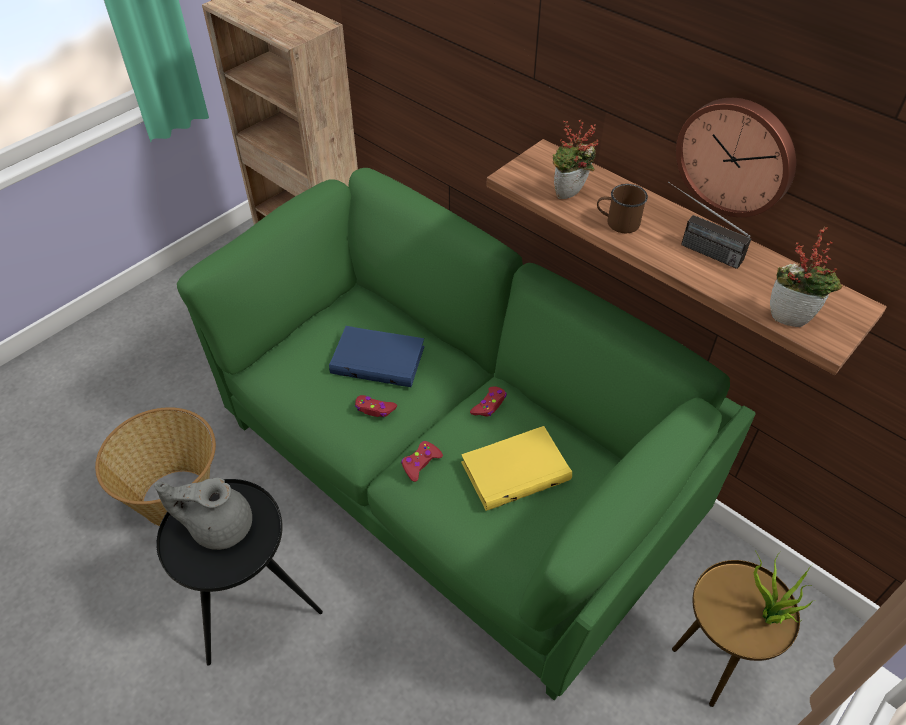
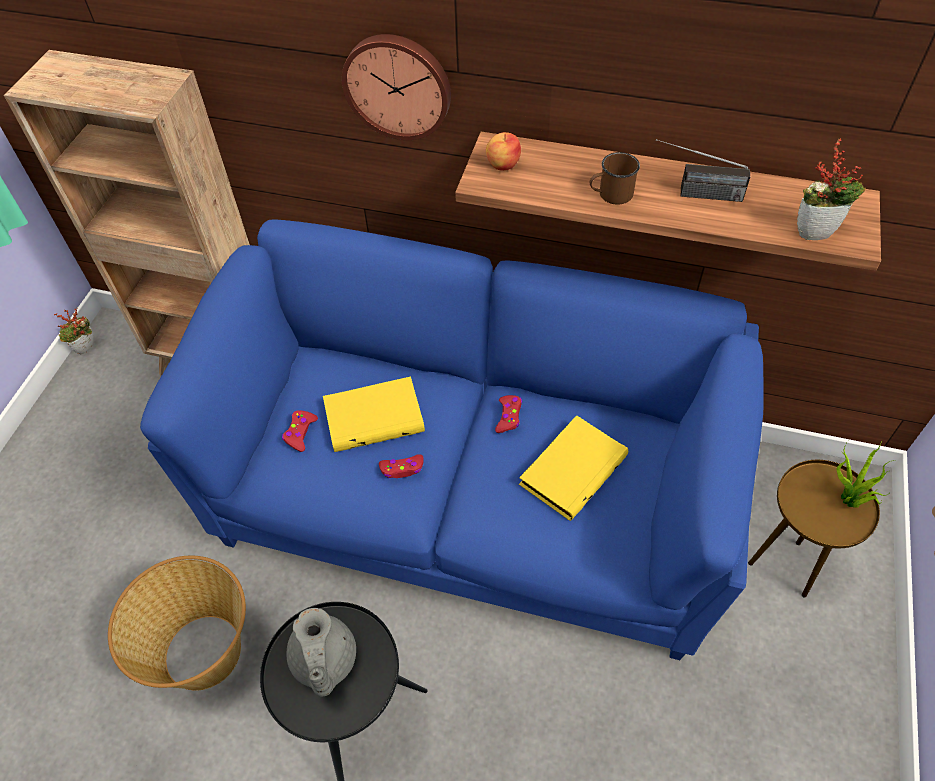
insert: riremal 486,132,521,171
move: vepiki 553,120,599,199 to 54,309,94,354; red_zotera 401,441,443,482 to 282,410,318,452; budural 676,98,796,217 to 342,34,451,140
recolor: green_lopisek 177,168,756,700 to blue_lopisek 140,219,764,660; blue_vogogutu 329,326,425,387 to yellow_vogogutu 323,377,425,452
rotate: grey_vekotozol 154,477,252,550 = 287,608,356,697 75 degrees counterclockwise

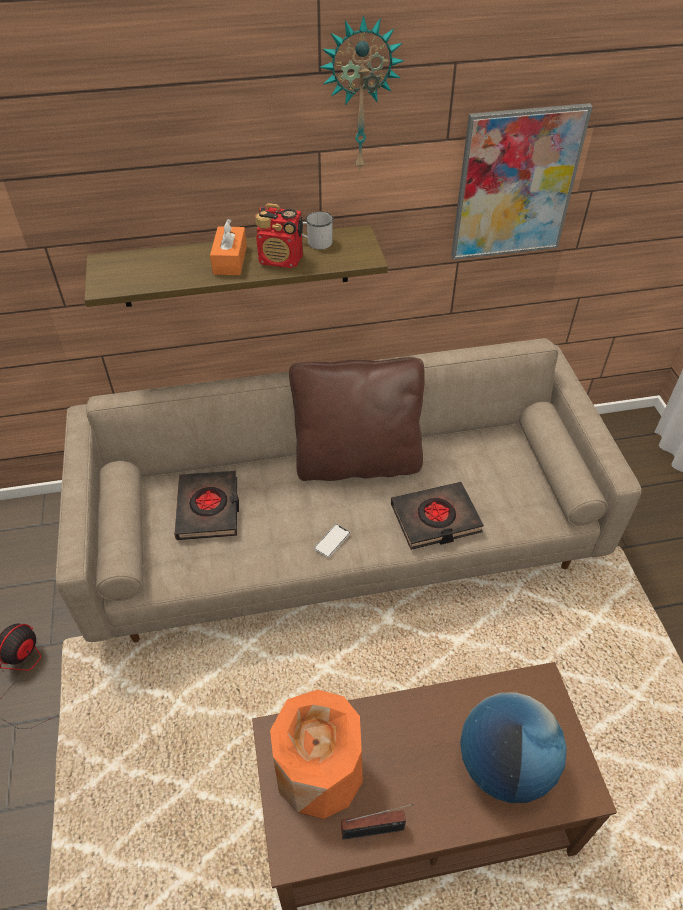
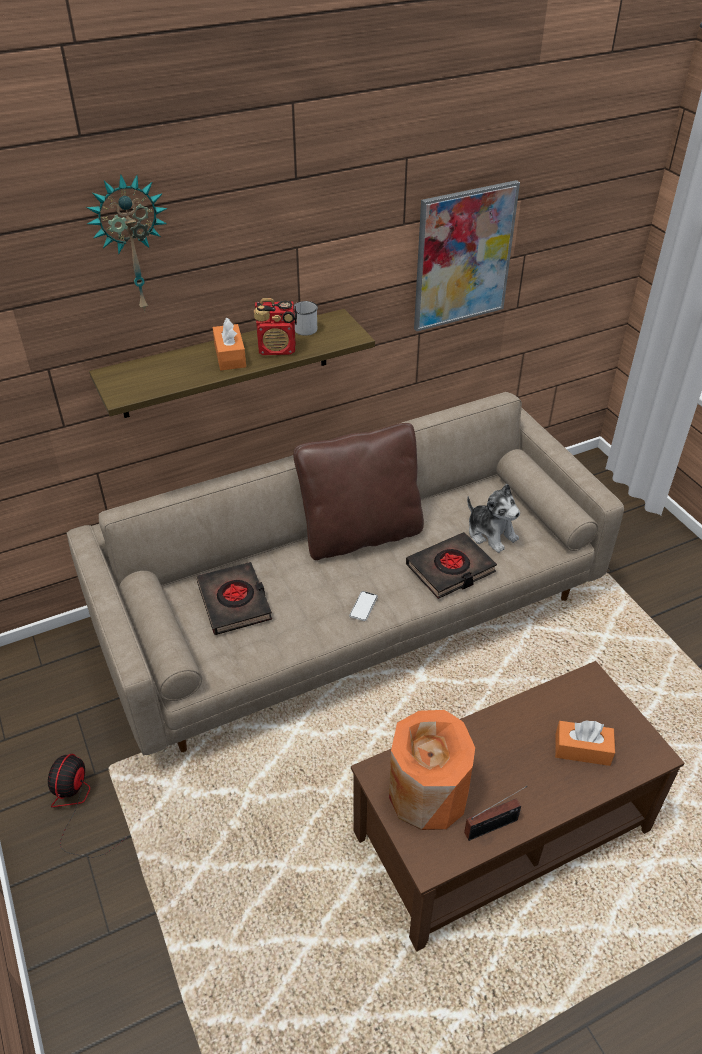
insert: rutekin 467,484,520,553
move: budural 319,15,404,170 to 86,174,168,313
replace: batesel 460,692,567,803 to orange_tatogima 555,720,615,766

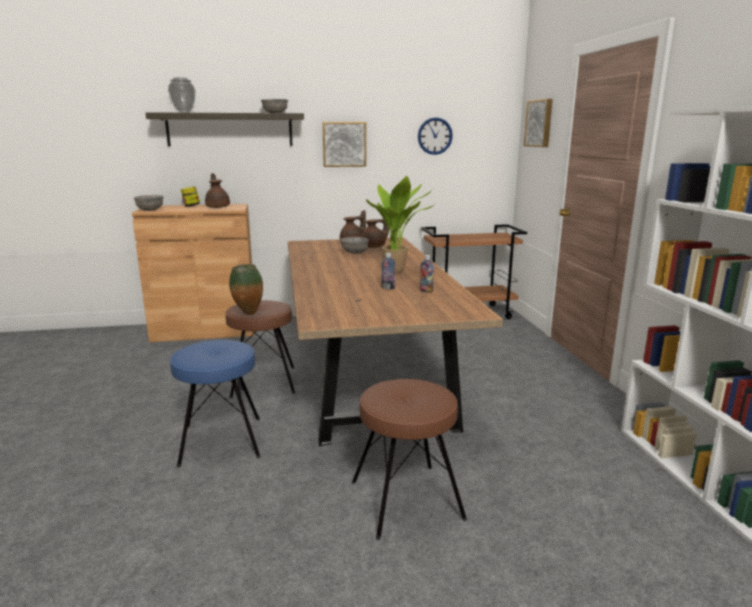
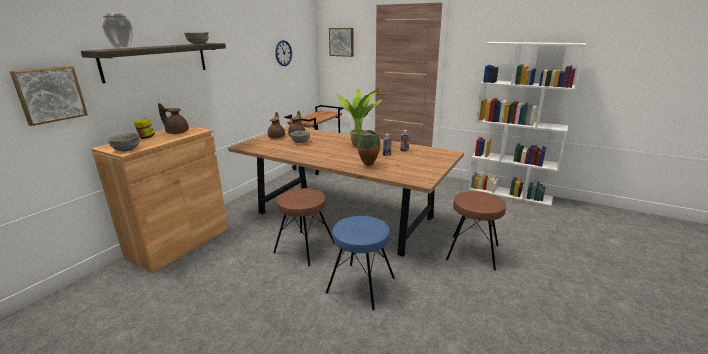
move: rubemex 322,122,366,167 to 10,66,88,126; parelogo 229,264,263,315 to 358,130,380,166

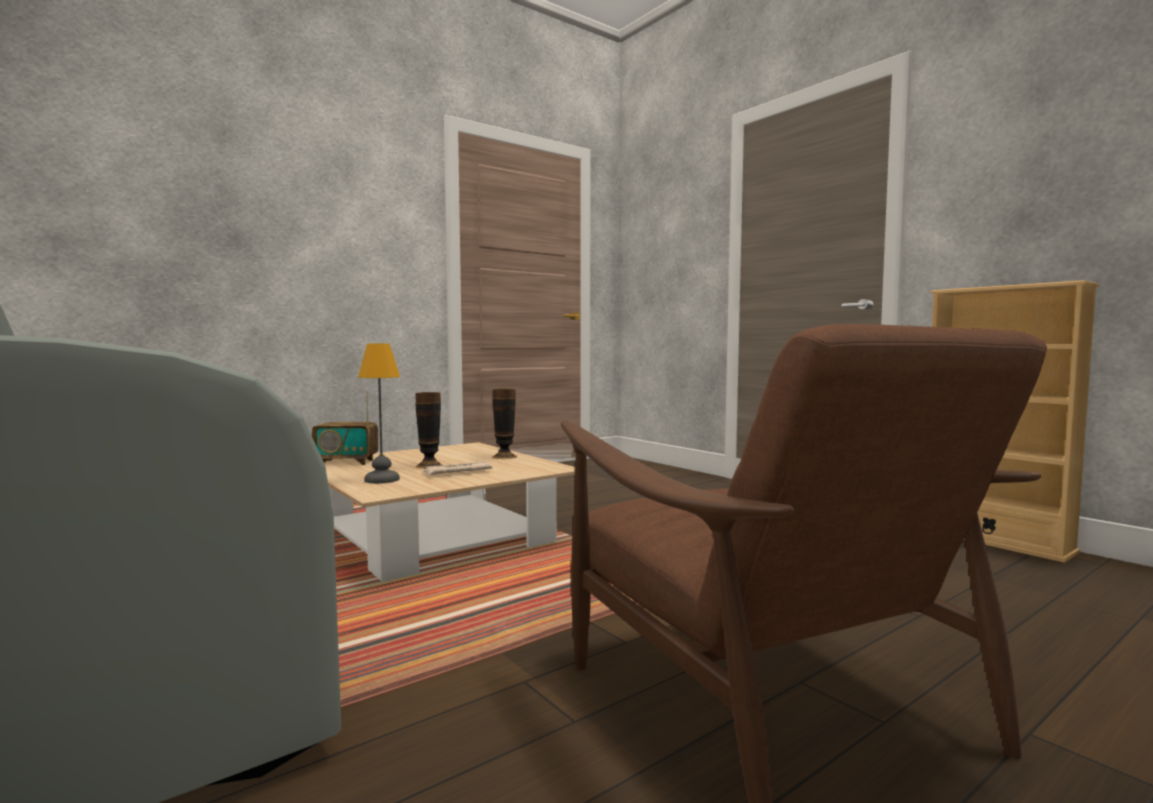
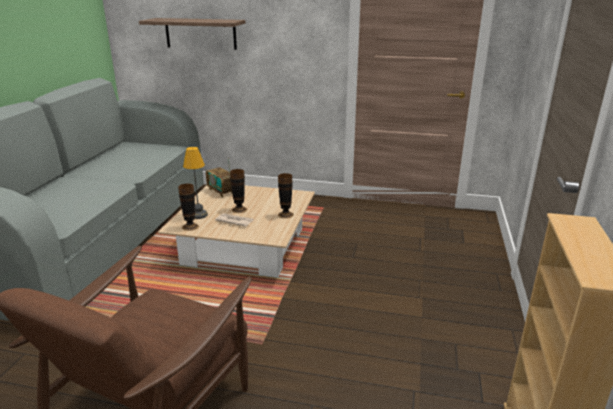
insert: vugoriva 139,18,245,50; parelogo 178,184,199,231

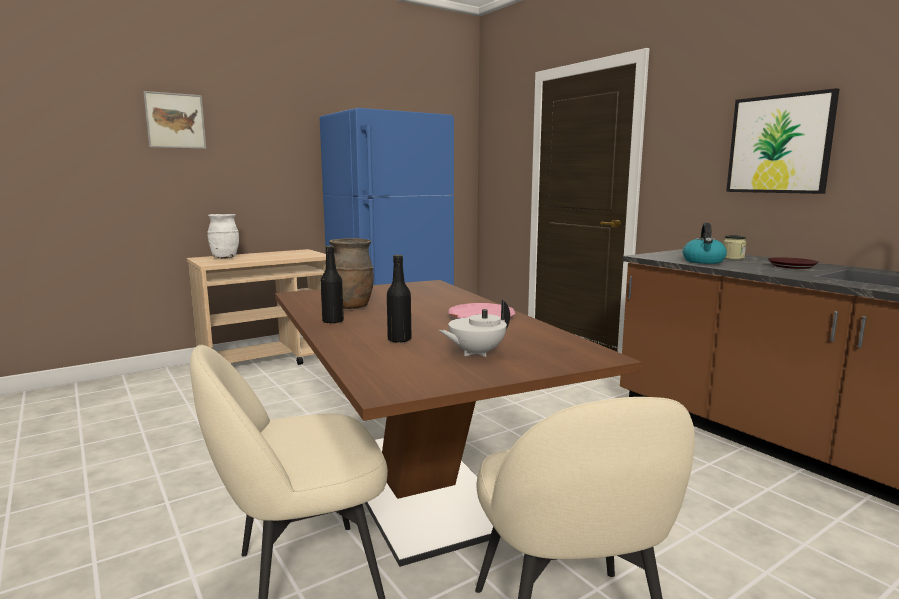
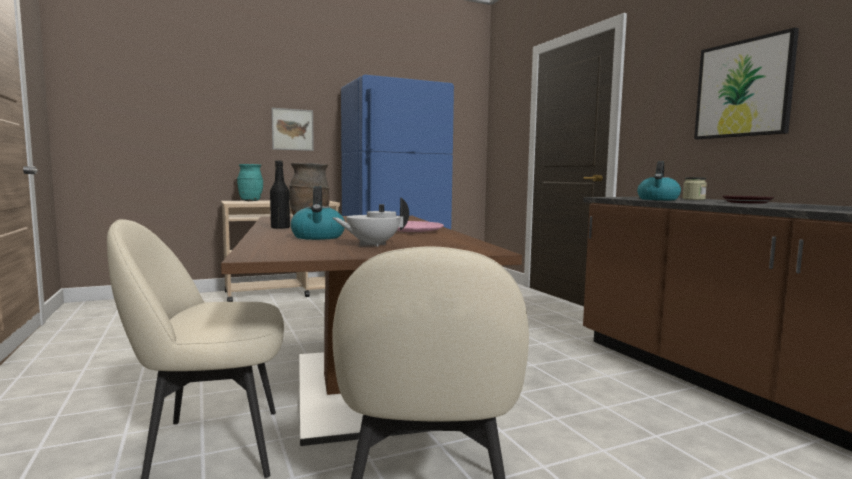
move: rubemex 143,91,206,149 to 271,108,314,151
replace: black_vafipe 387,255,412,342 to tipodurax 290,186,345,240
recolor: white_parelogo 207,214,239,259 to turquoise_parelogo 237,164,263,201

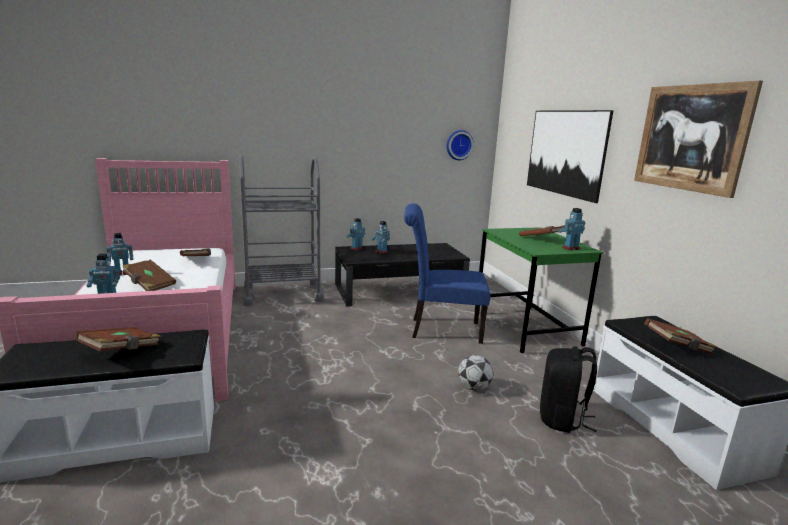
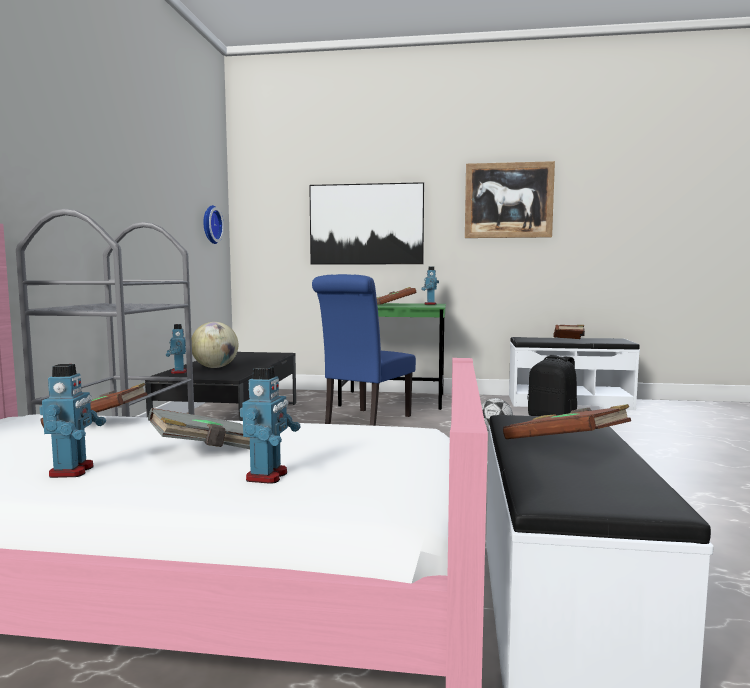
replace: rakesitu 371,221,390,254 to batesel 192,322,238,368
recolor: brown_vogogutu 123,260,176,291 to grey_vogogutu 148,408,250,449

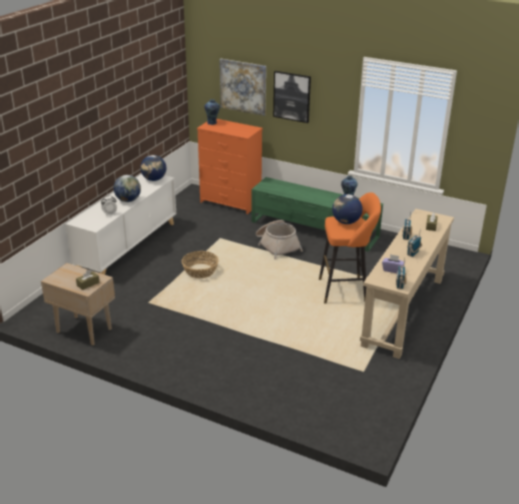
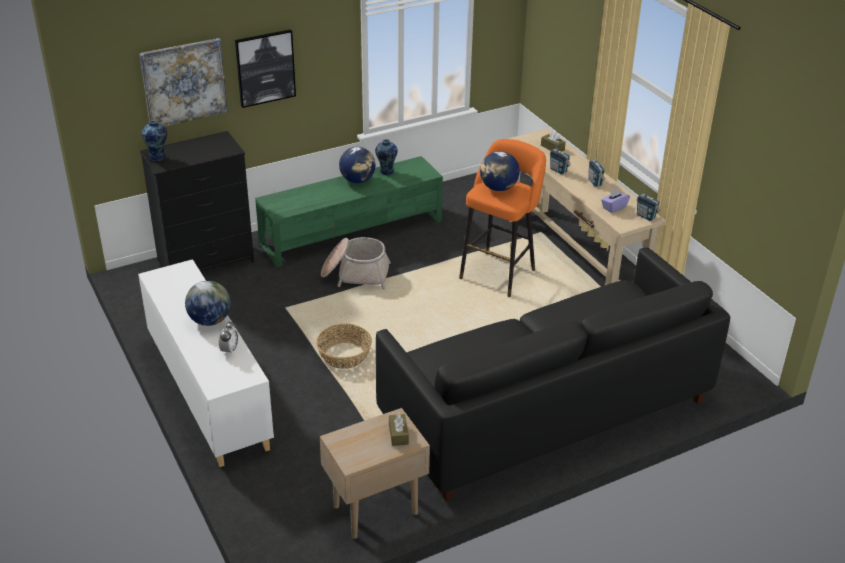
insert: black_lopisek 376,247,730,502
move: batesel 140,155,166,181 to 339,147,375,183
recolor: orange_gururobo 197,119,263,214 to black_gururobo 140,131,254,272

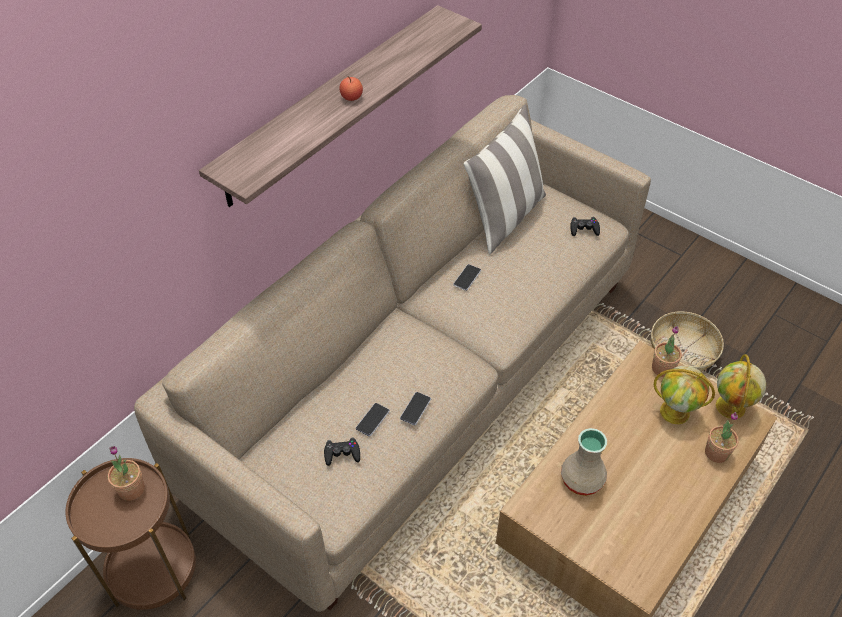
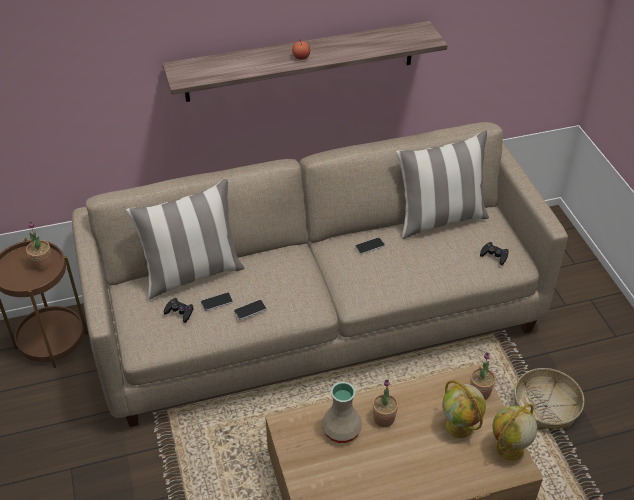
insert: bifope 126,179,245,300
move: vepiki 705,412,739,463 to 372,379,398,427

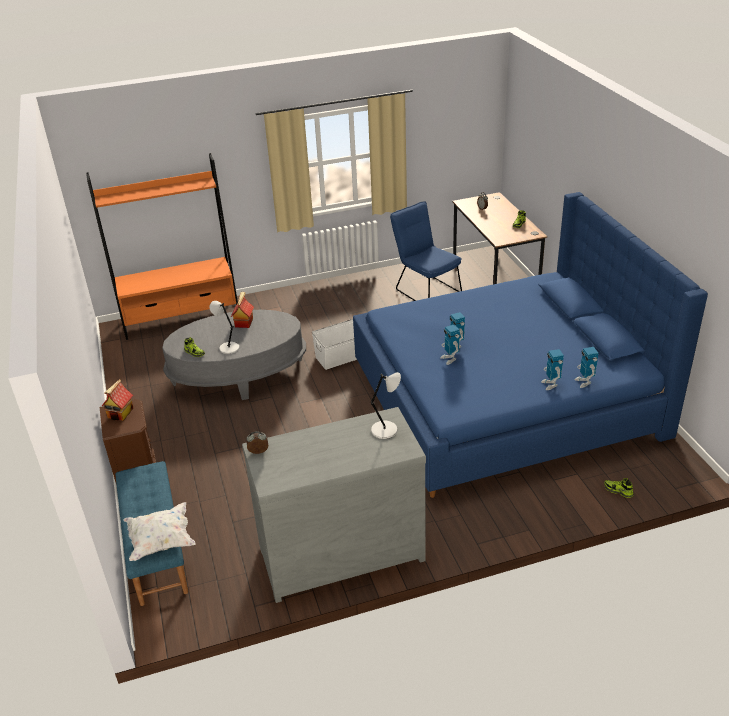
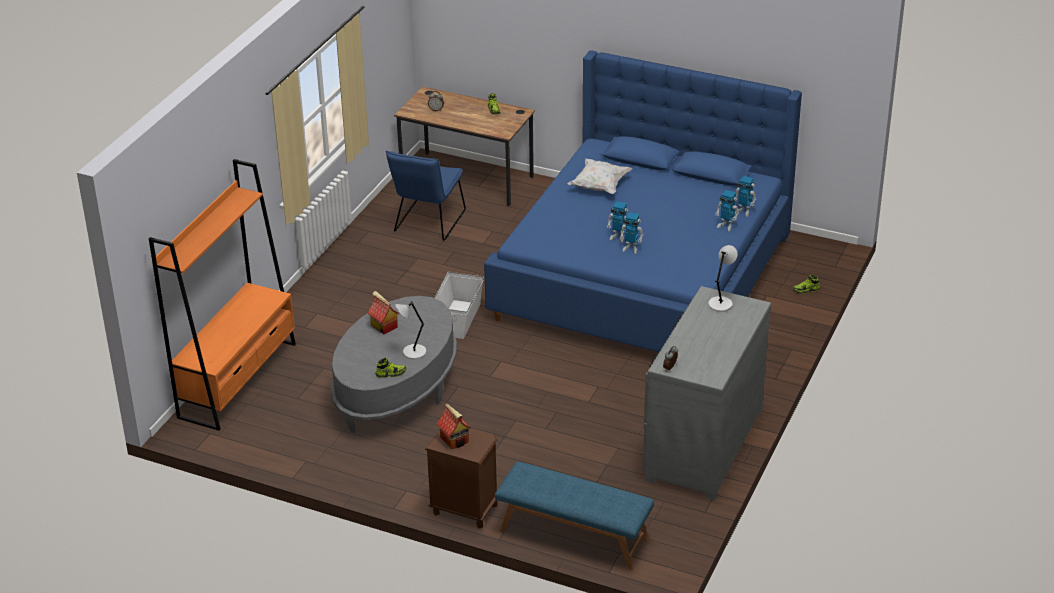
move: white_bifope 124,502,196,561 to 567,159,632,194
rotate: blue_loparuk 390,201,462,301 = 386,151,466,241 75 degrees counterclockwise

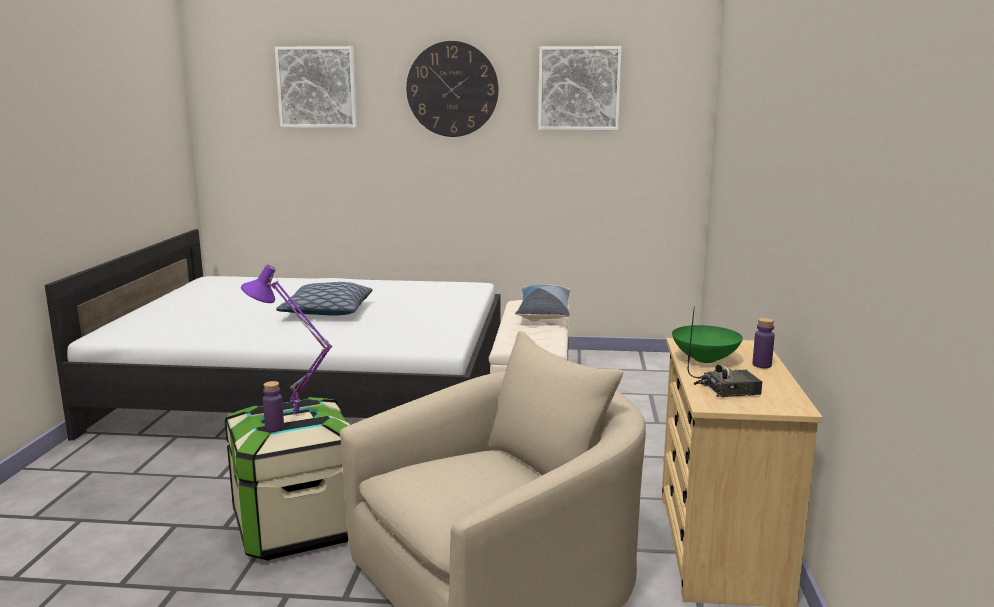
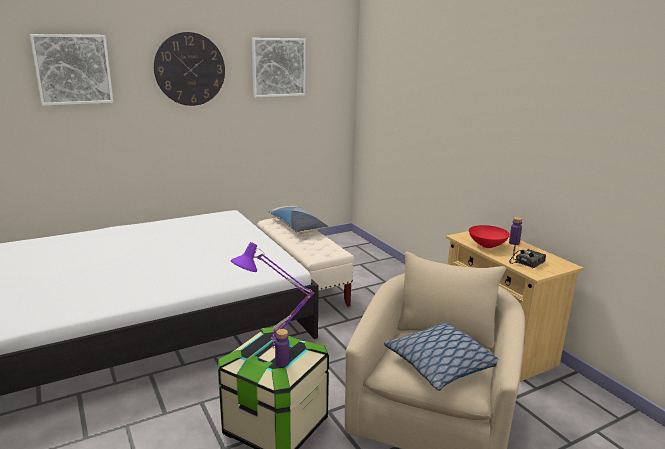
move: bifope 276,282,373,316 to 384,322,498,391
recolor: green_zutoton 672,325,743,363 to red_zutoton 469,225,510,248

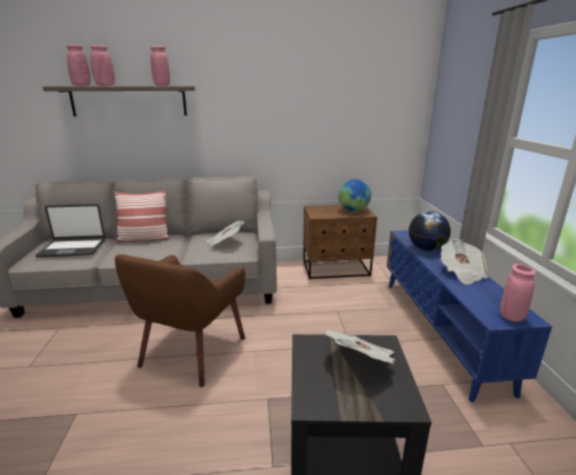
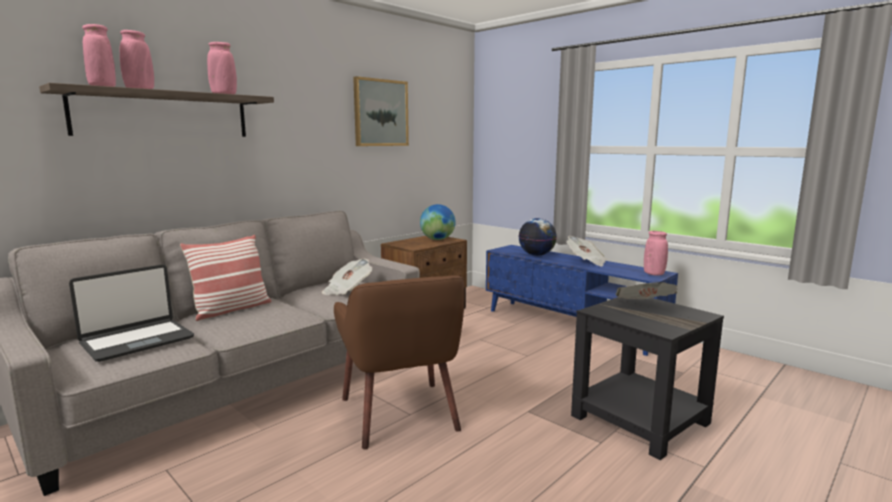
insert: rubemex 353,76,409,146

